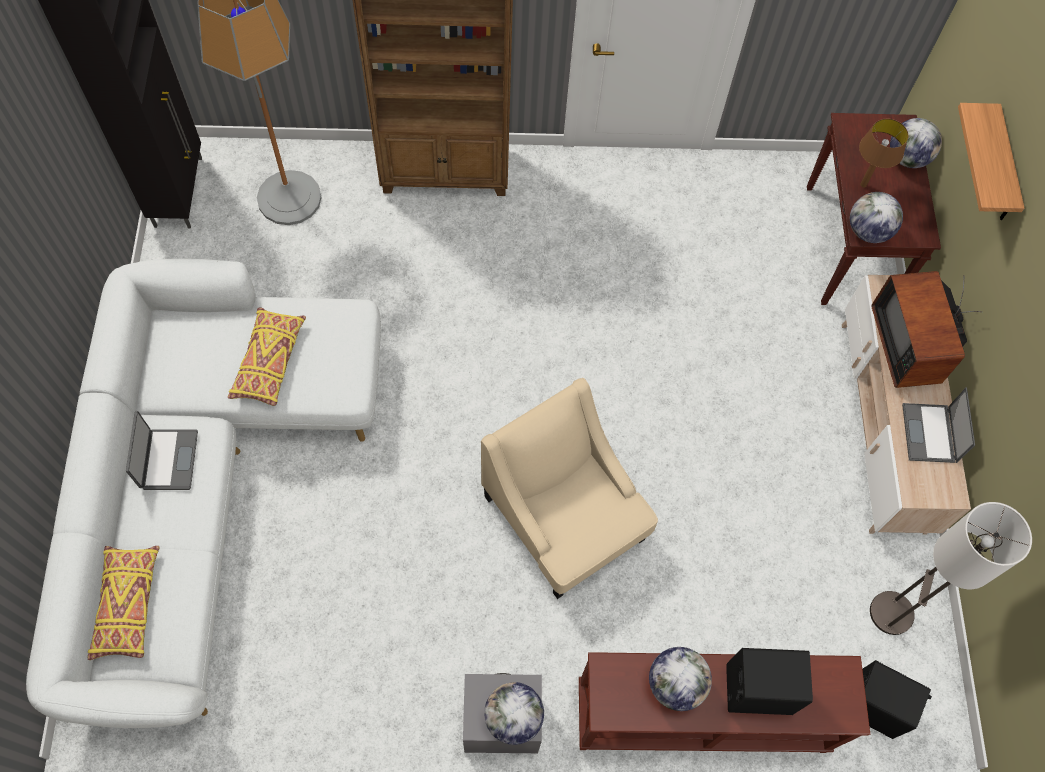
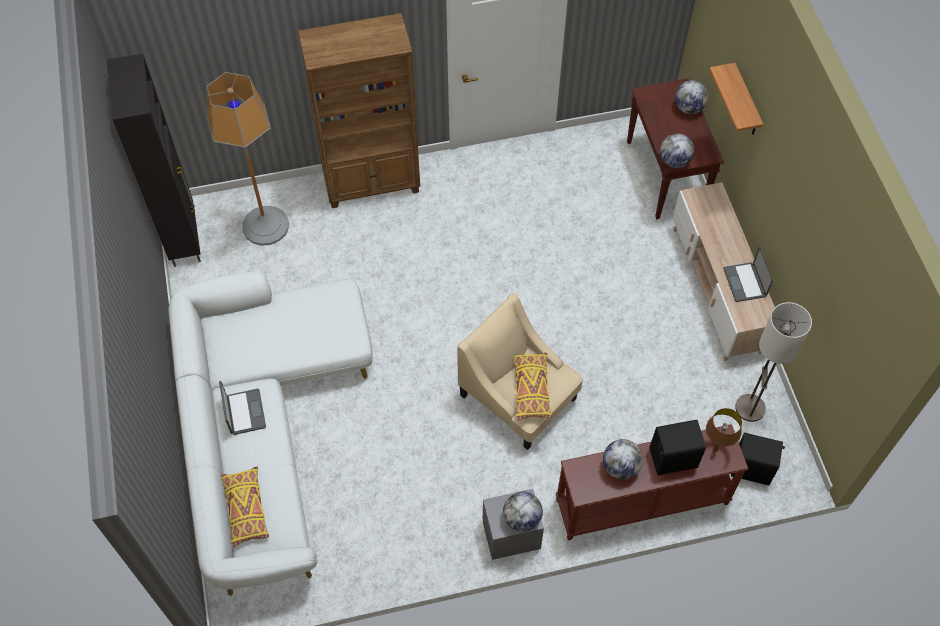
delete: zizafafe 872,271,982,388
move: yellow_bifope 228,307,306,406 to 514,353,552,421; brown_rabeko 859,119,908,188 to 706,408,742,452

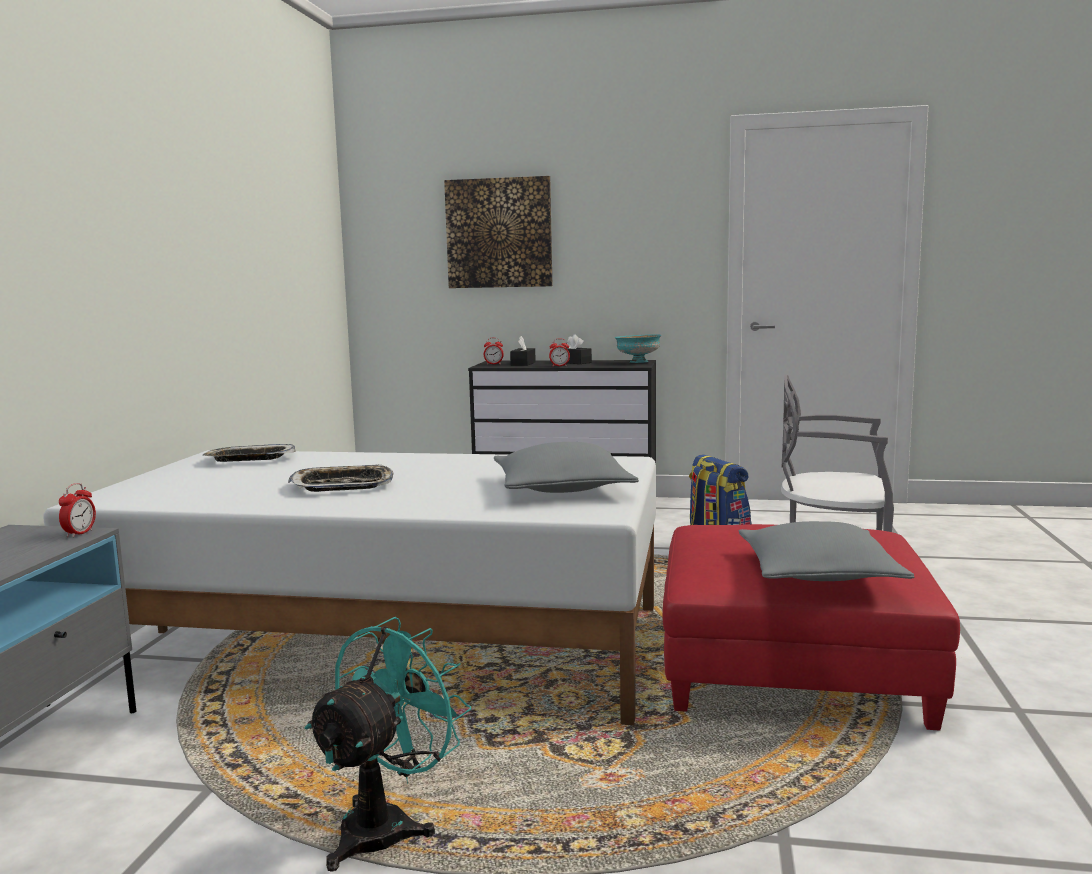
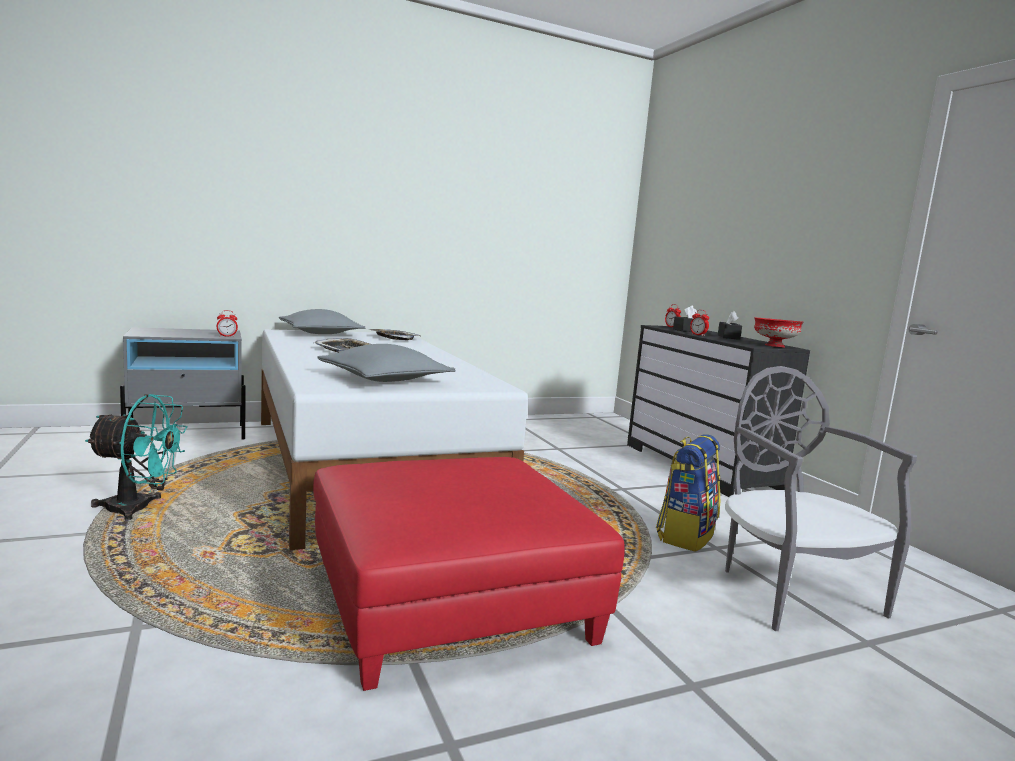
delete: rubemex 444,176,552,288
move: grey_bifope 739,521,915,581 to 279,309,365,334
recolor: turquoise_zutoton 615,334,661,363 to red_zutoton 754,317,804,348

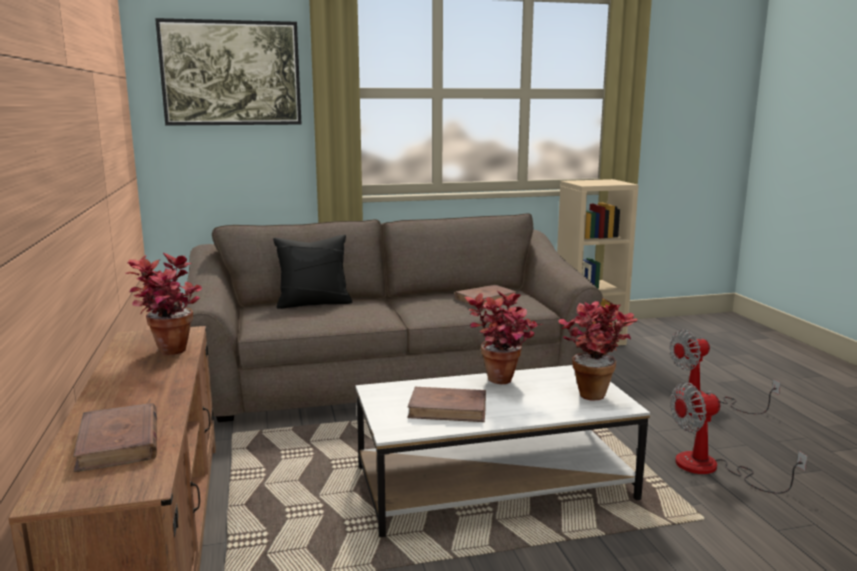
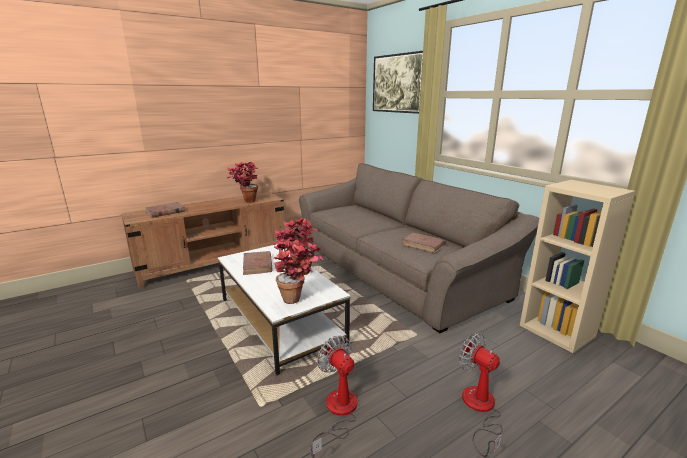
delete: black_bifope 273,235,352,309

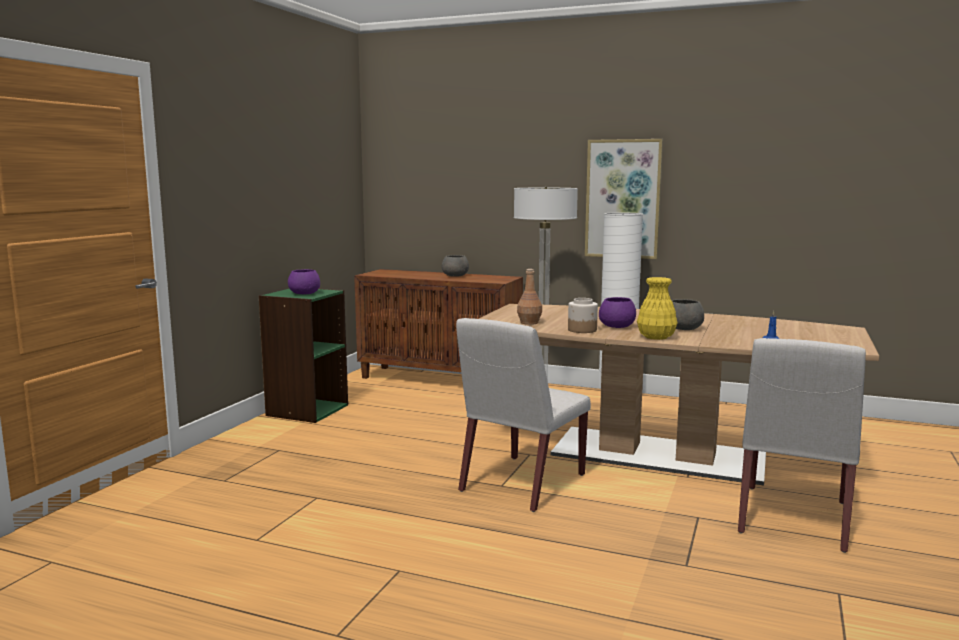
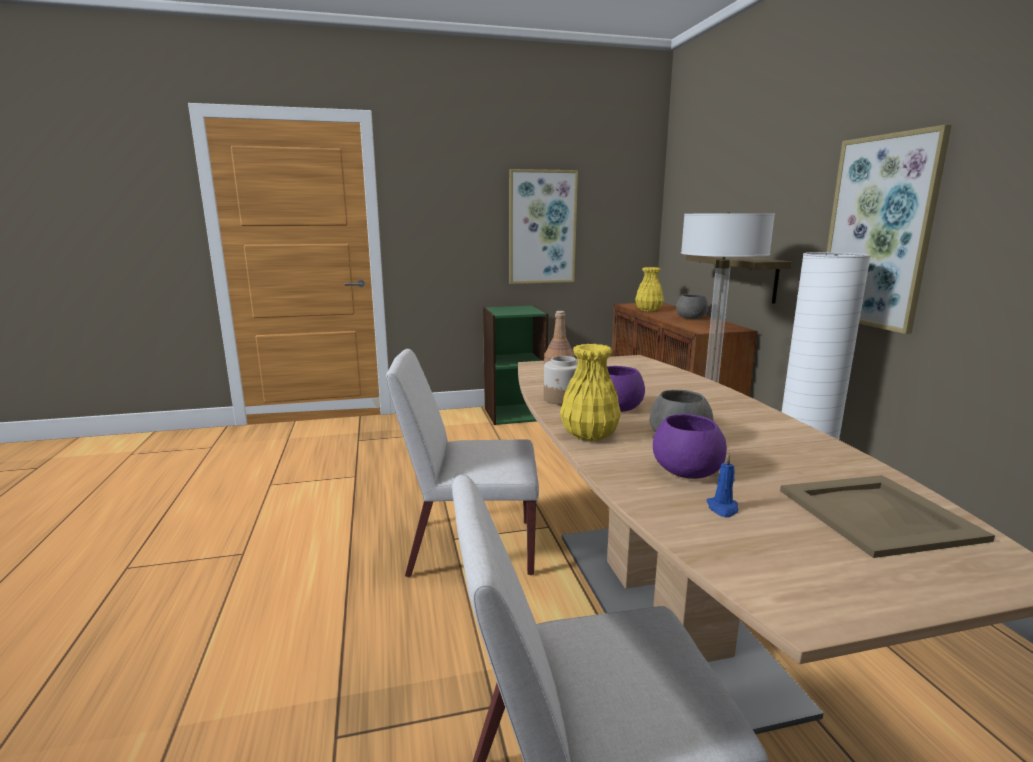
insert: rubemex 509,169,578,284; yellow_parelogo 635,267,664,312; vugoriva 686,255,792,304; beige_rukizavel 780,475,995,558
move: purple_zutoton 288,269,320,294 to 653,414,727,479

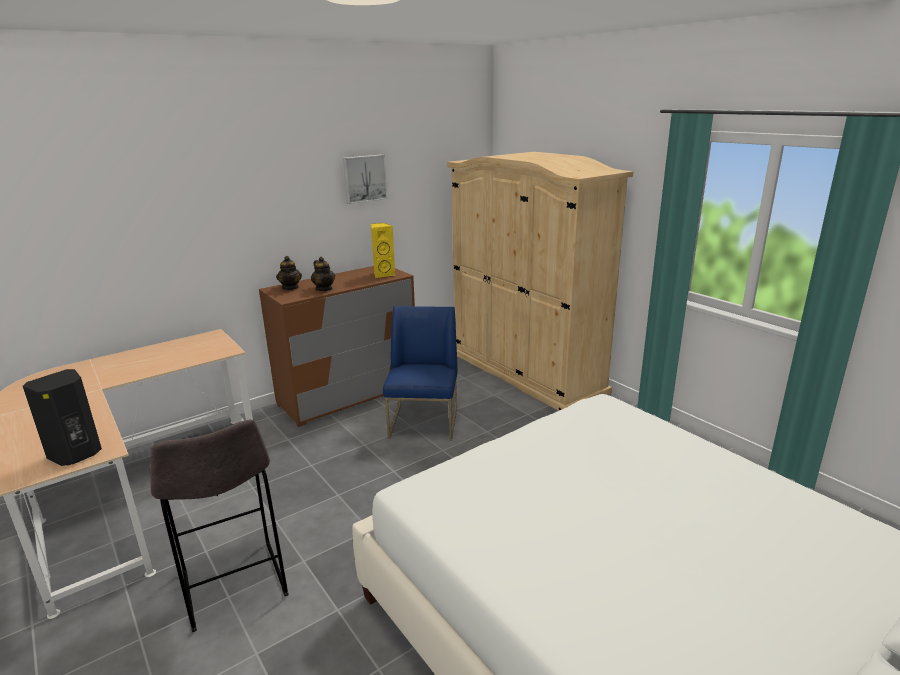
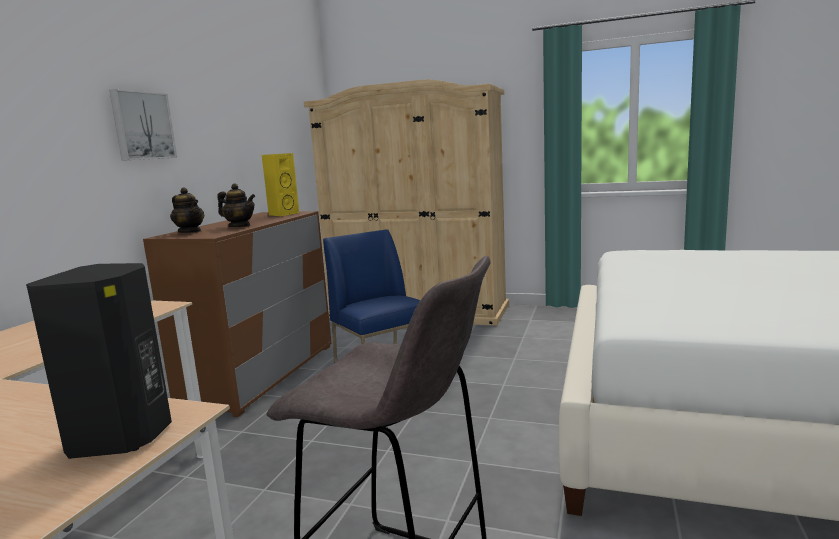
move: rubemex 343,154,387,204 to 109,89,177,161

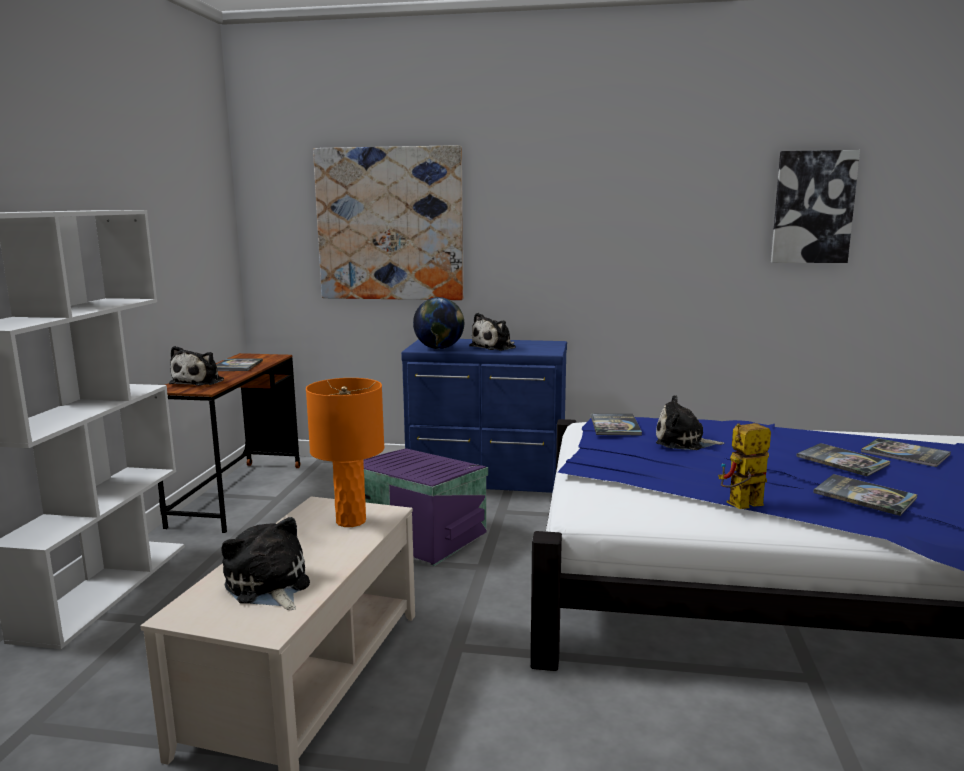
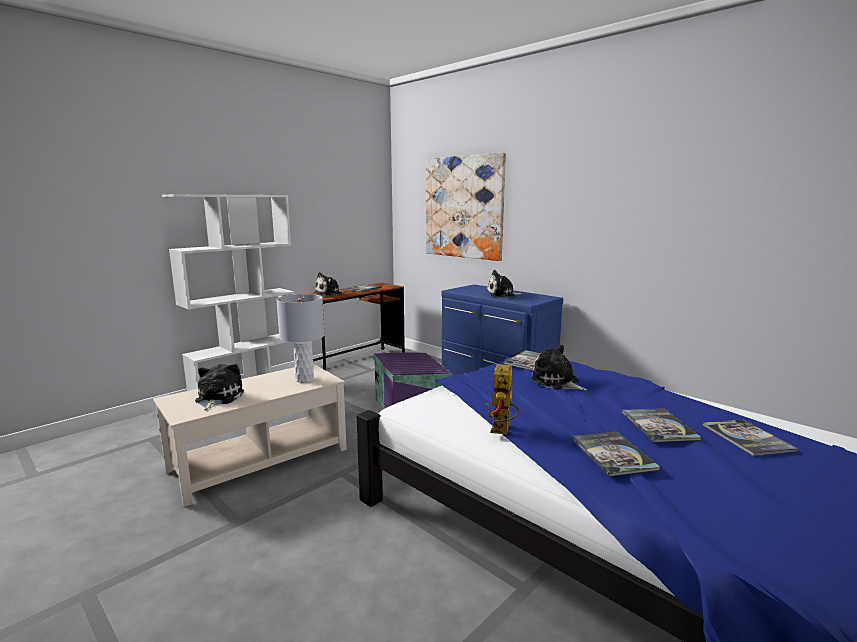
delete: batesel 413,297,464,349; rubemex 771,150,860,263
recolor: orange_rabeko 306,378,384,527 to grey_rabeko 276,294,324,383
rotate: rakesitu 718,423,771,509 = 485,364,519,434 90 degrees counterclockwise

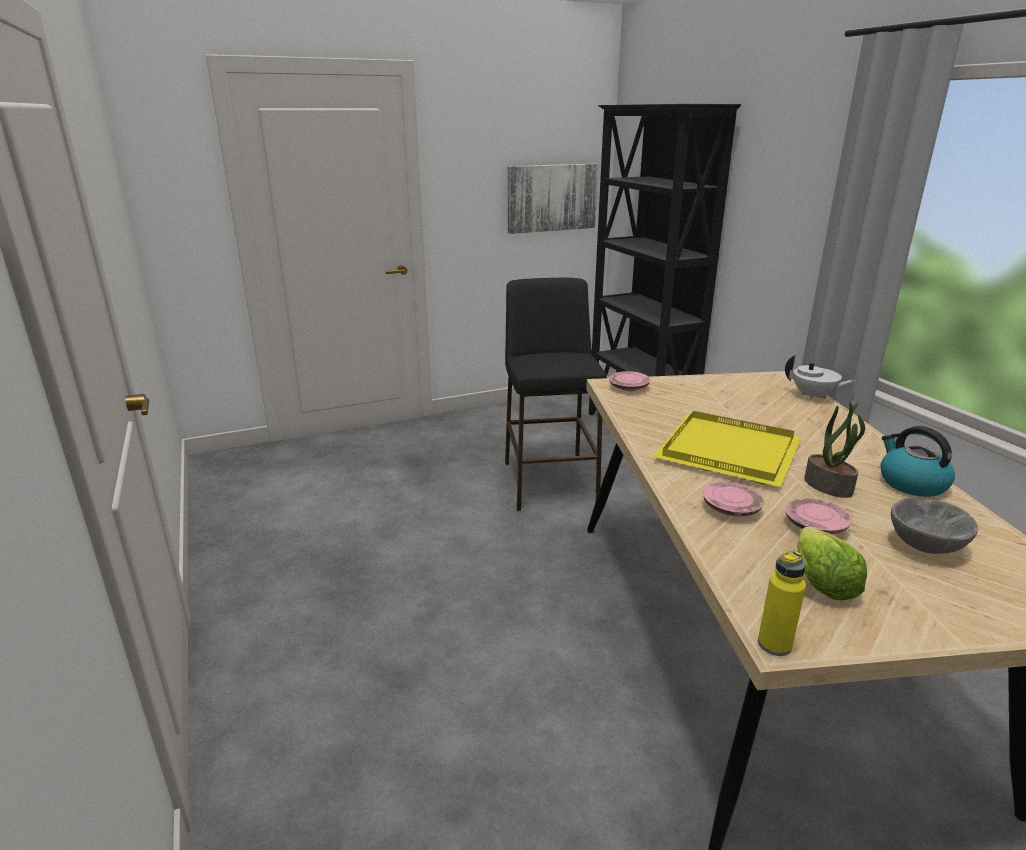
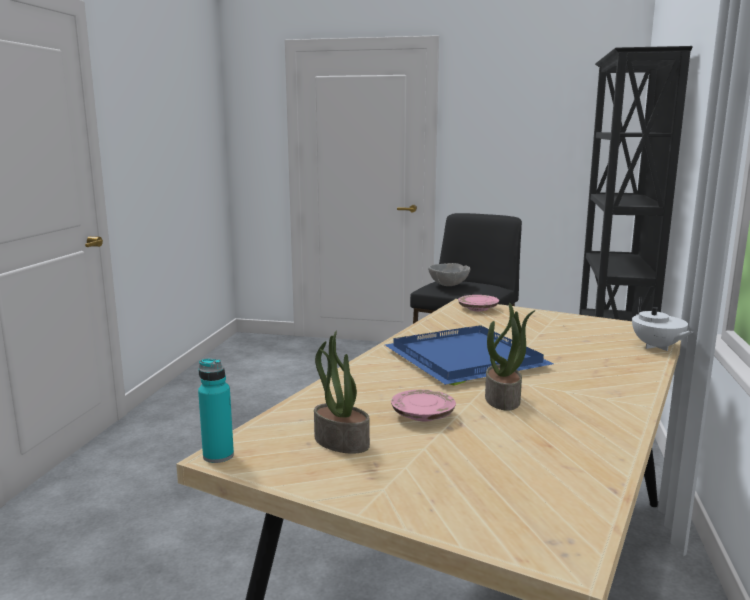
delete: rubemex 508,163,598,234; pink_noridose 703,482,764,517; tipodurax 881,426,955,497
move: grey_zutoton 891,497,978,554 to 428,263,470,286
replace: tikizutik 797,527,867,600 to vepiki 314,330,370,454
recolor: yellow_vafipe 758,550,806,656 to turquoise_vafipe 198,358,234,463; yellow_rukizavel 653,411,801,487 to blue_rukizavel 385,325,553,386

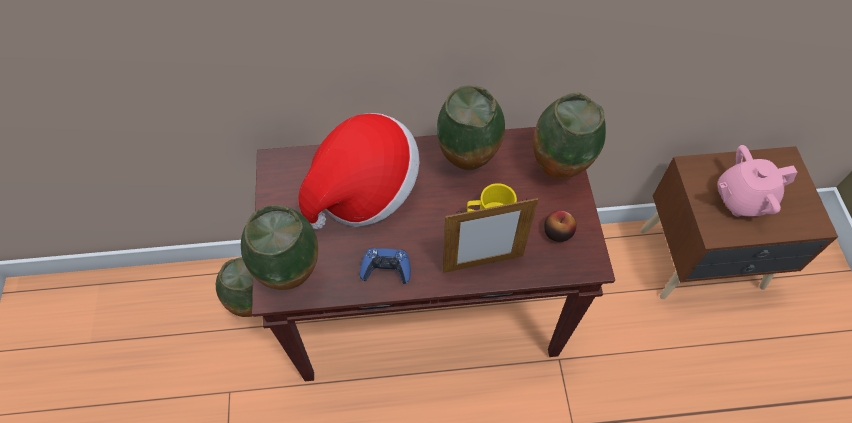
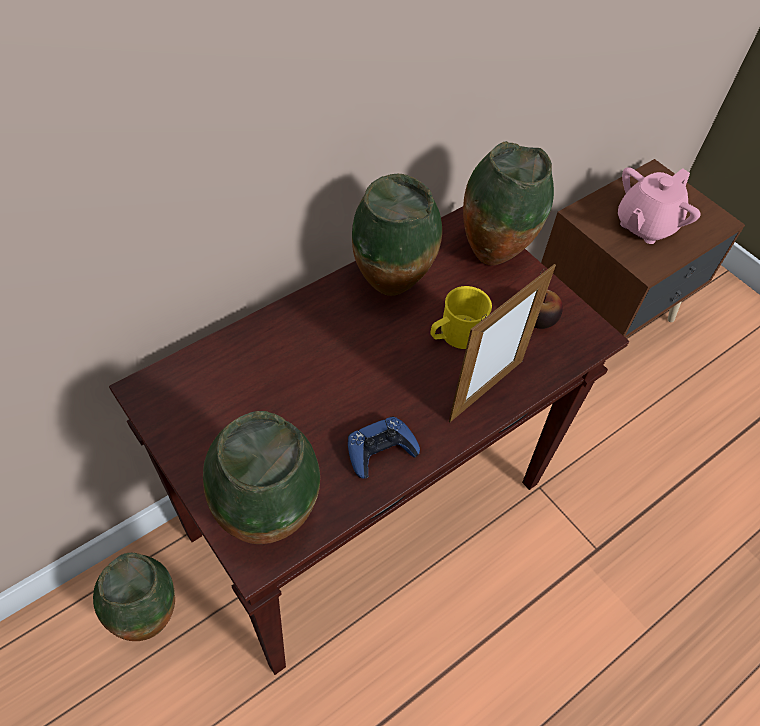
delete: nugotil 298,113,419,230

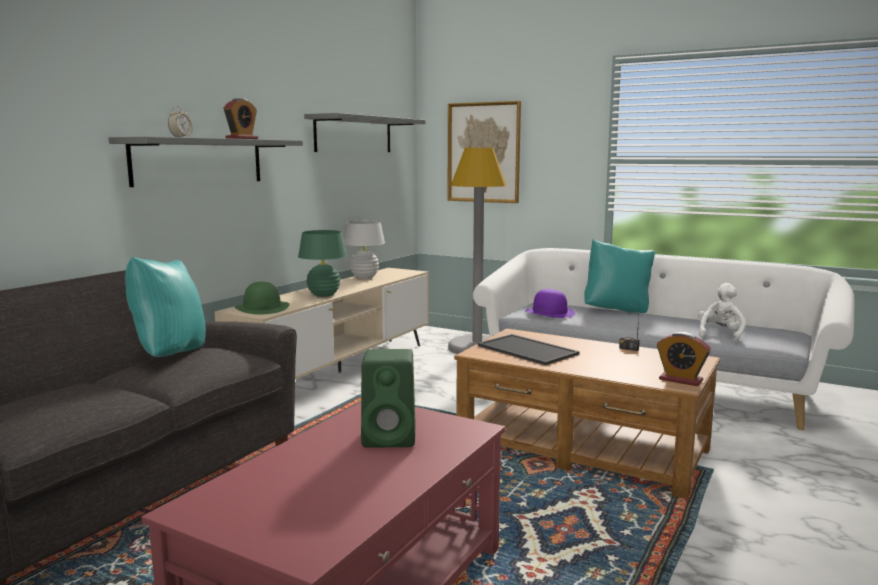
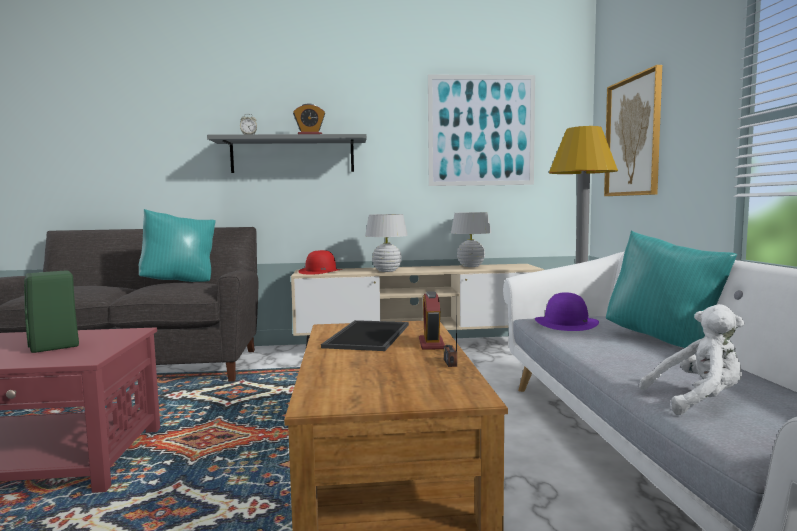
move: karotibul 657,332,711,386 to 419,291,445,350
replace: grey_vugoriva 304,113,426,152 to rubemex 428,75,535,186
recolor: green_nugotil 235,281,289,315 to red_nugotil 298,250,342,275; green_rabeko 298,230,347,297 to white_rabeko 365,214,408,272

